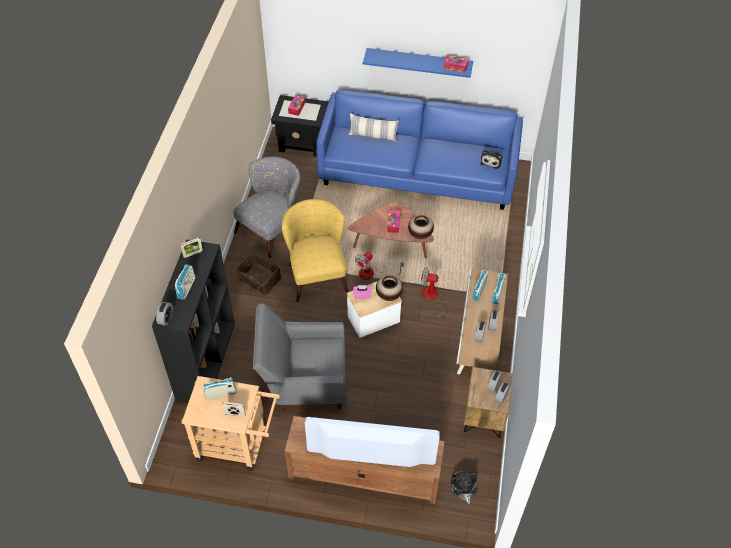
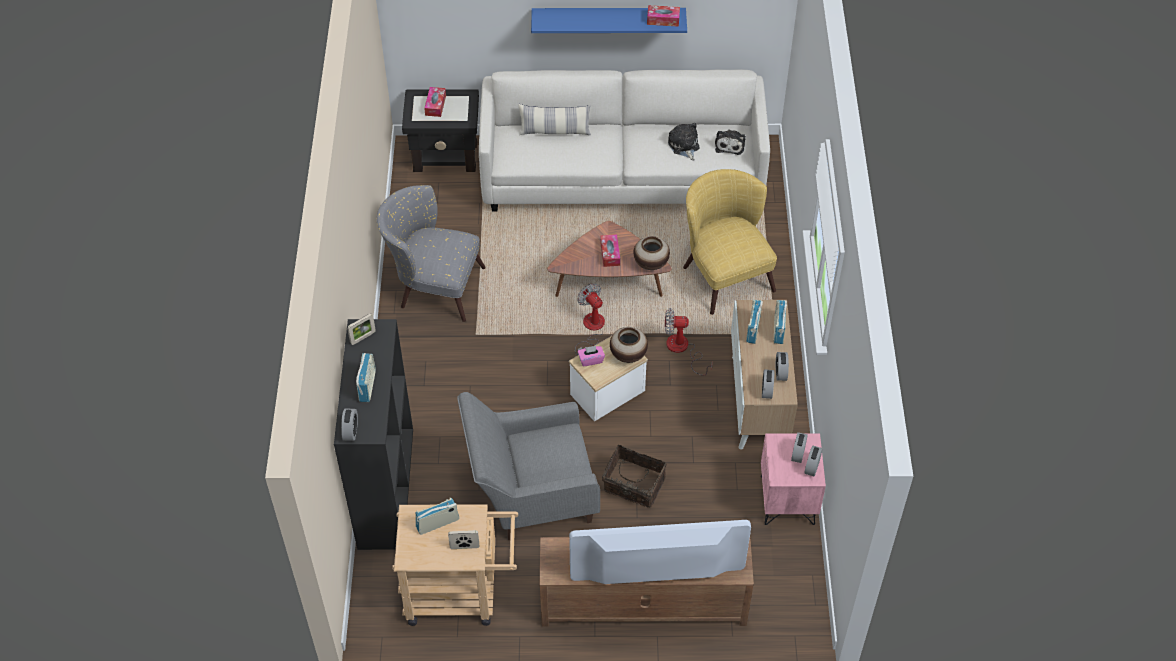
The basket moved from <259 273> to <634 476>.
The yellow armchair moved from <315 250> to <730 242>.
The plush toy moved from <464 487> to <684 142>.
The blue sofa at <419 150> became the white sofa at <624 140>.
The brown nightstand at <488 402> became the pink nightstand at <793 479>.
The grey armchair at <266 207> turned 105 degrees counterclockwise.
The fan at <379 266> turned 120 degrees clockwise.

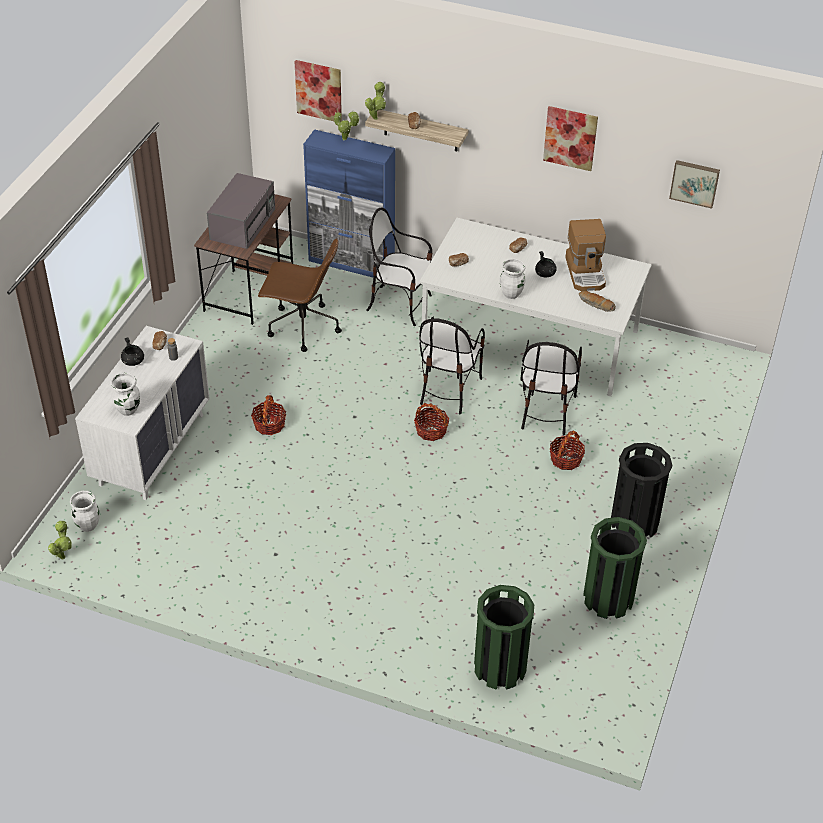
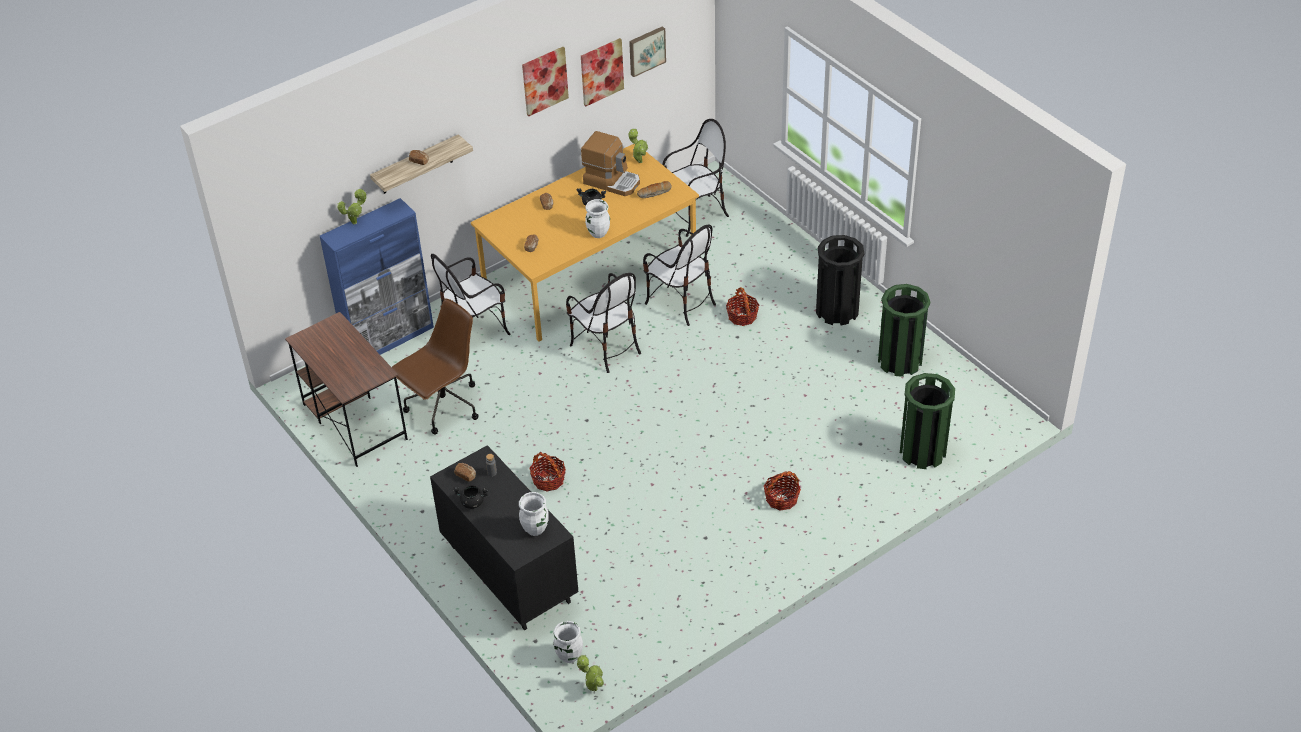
The grey microwave at <241 211> disappeared.
The chair at <695 178> appeared.
The picture moved from <318 91> to <602 72>.
The potted plant moved from <375 101> to <638 146>.
The basket moved from <431 422> to <782 491>.
The white dresser at <142 413> became the black dresser at <504 537>.
The white dining table at <535 307> became the orange dining table at <585 242>.

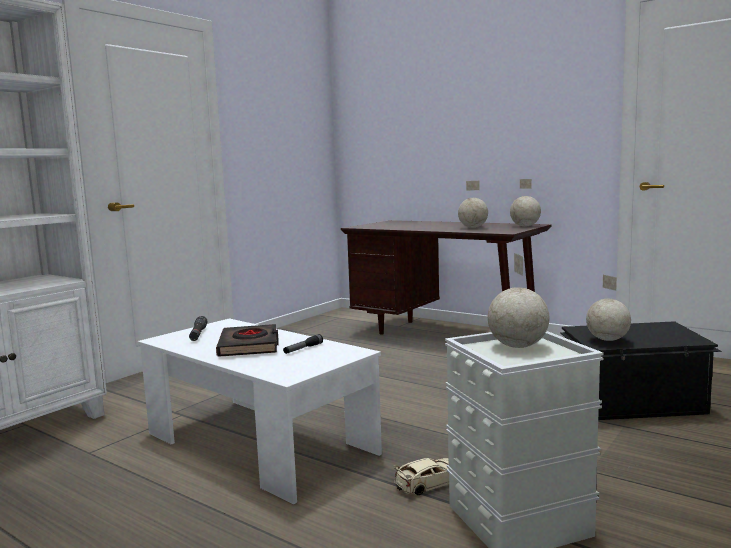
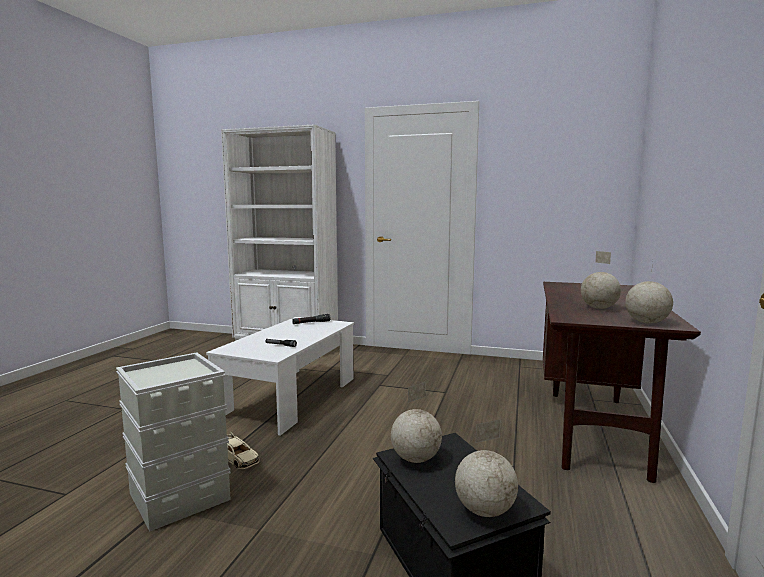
The black book at <247 340> disappeared.
The globe moved from <518 300> to <486 468>.

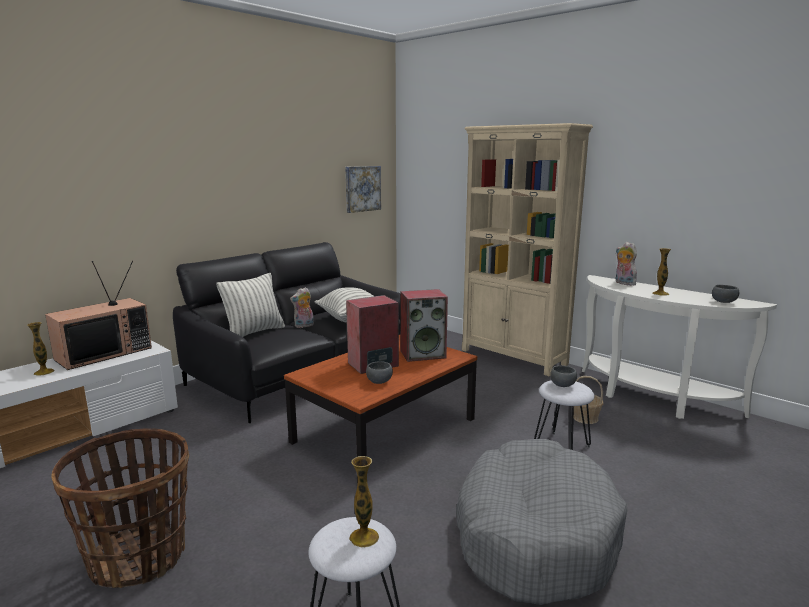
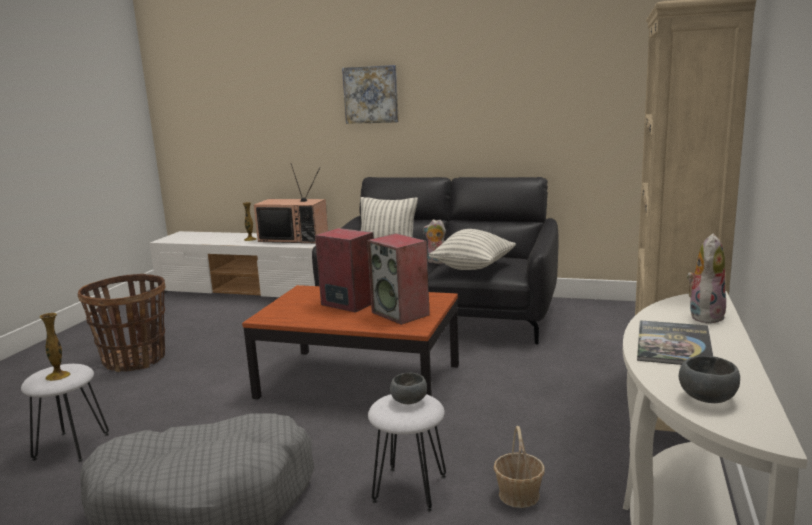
The grey bowl at <379 372> disappeared.
The picture moved from <363 189> to <370 94>.
The vase at <661 272> was replaced by the book at <675 342>.

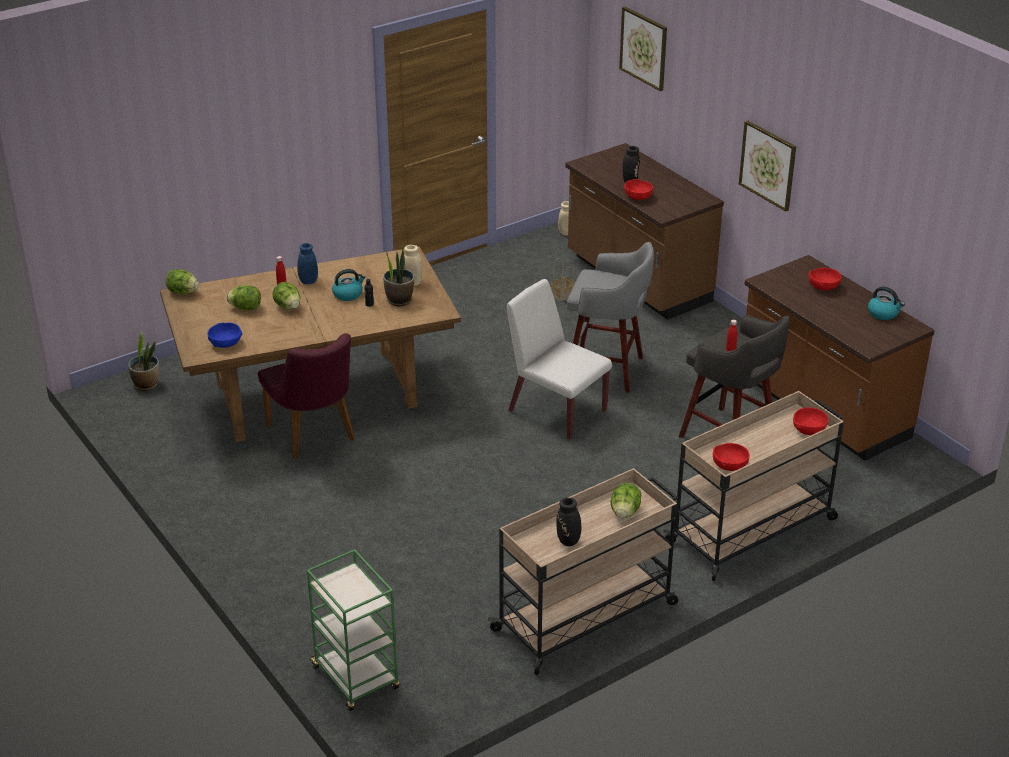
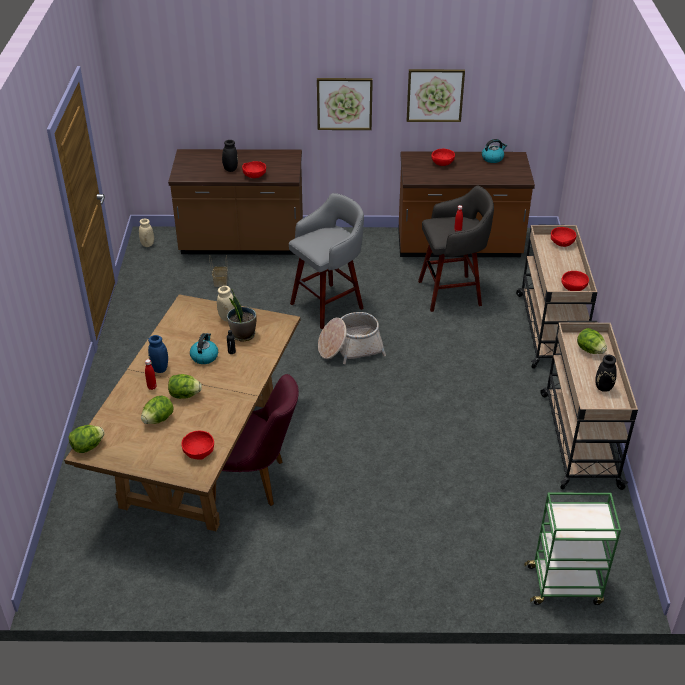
The potted plant at <143 361> disappeared.
The picture moved from <643 49> to <436 95>.
The white chair at <559 359> was replaced by the basket at <352 338>.
The blue bowl at <224 335> became the red bowl at <197 445>.

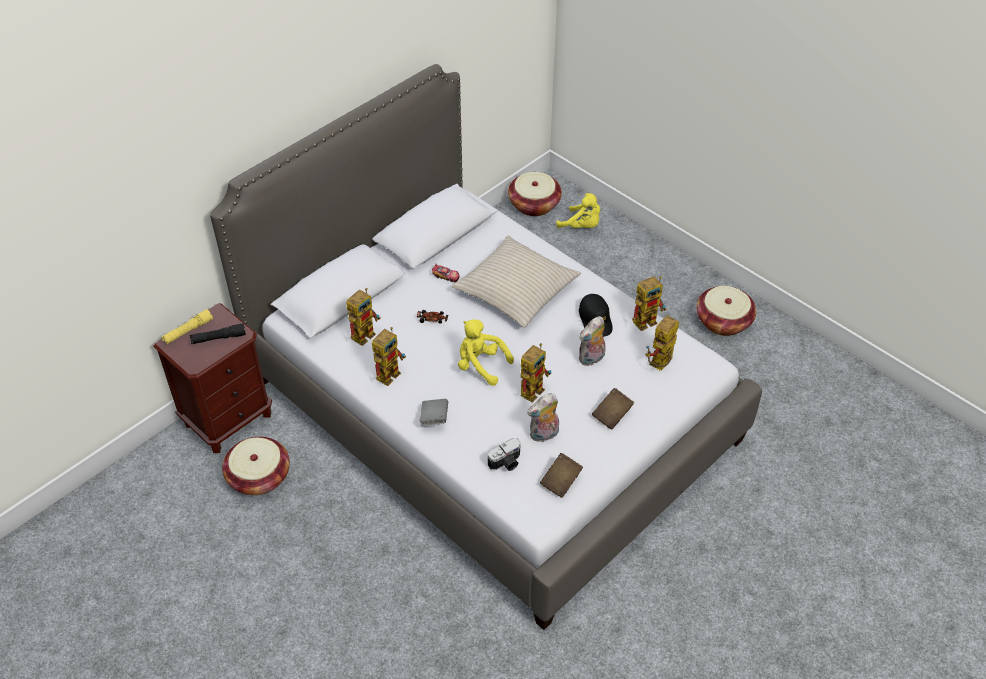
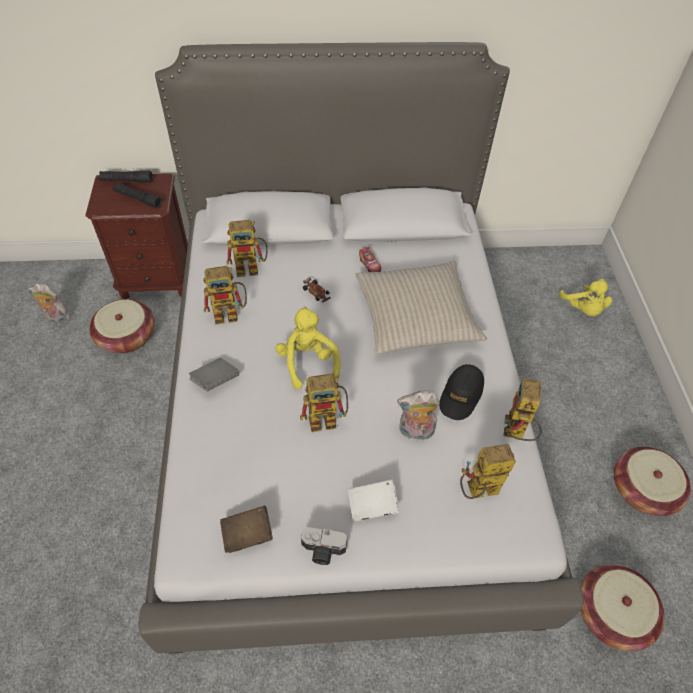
The photo camera moved from <504 454> to <324 546>.
The basket moved from <535 194> to <622 607>.
The plush toy moved from <543 417> to <49 304>.
The yellow flashlight at <187 327> became the black flashlight at <125 176>.
The brown book at <613 409> became the white book at <373 500>.
The toy robot at <649 303> turned 90 degrees clockwise.

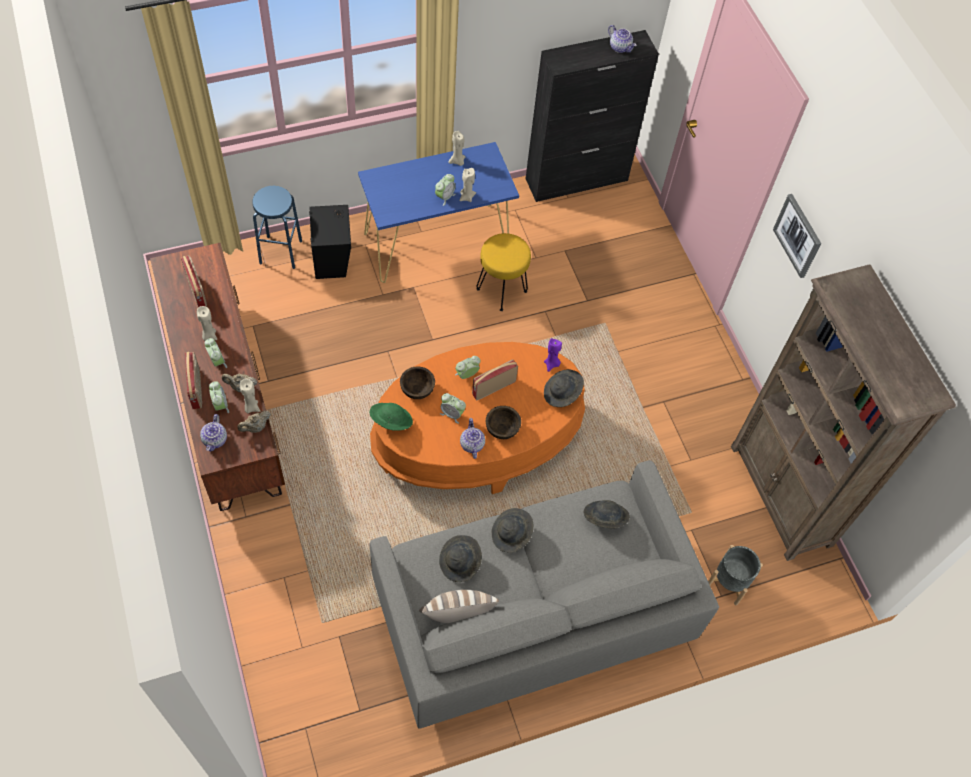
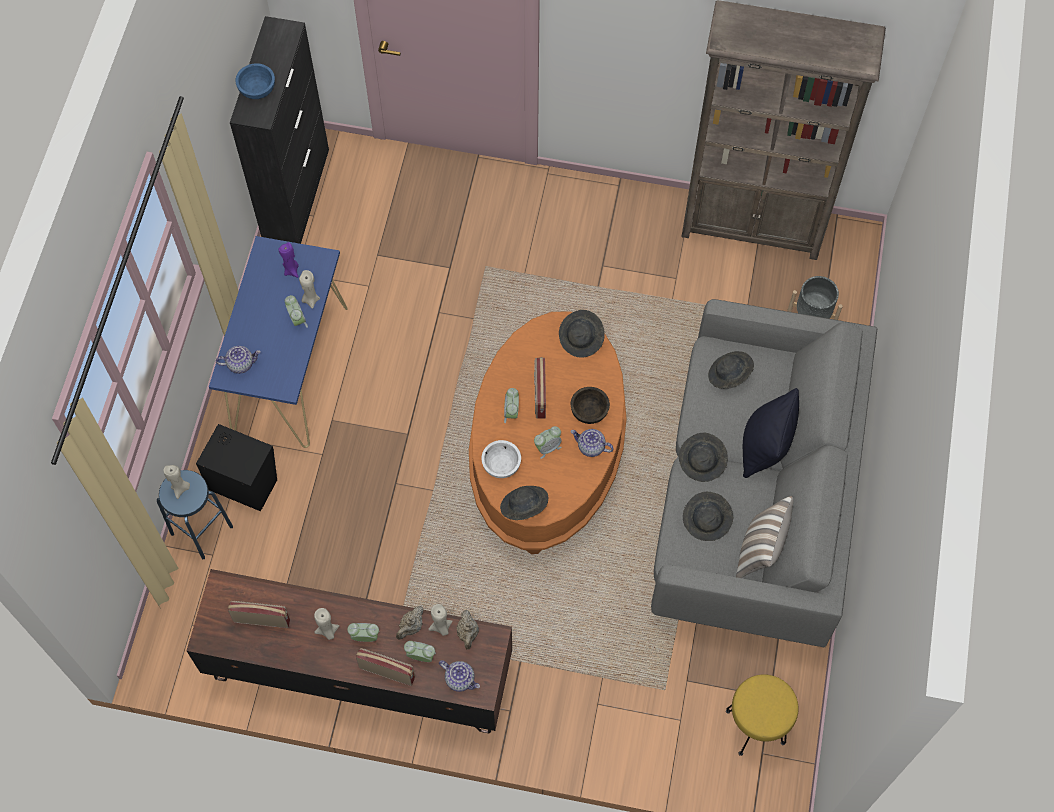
The picture at <797 236> disappeared.
The blue bowl at <255 81> appeared.
The black pillow at <771 433> appeared.
The beige candle moved from <457 148> to <176 482>.
The yellow stool moved from <503 272> to <762 715>.
The purple candle moved from <553 355> to <288 260>.
The teapot moved from <622 39> to <238 360>.
The green hat at <391 417> became the grey hat at <524 503>.
The brown bowl at <417 382> became the white bowl at <501 459>.

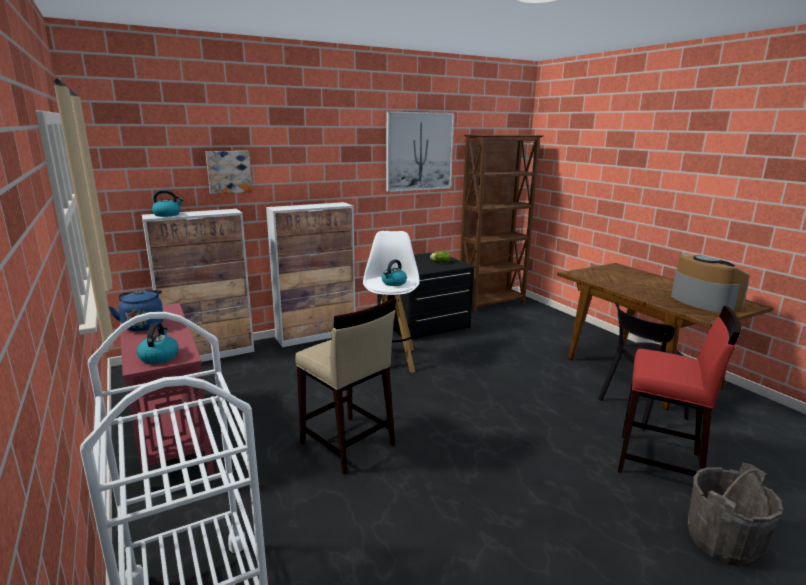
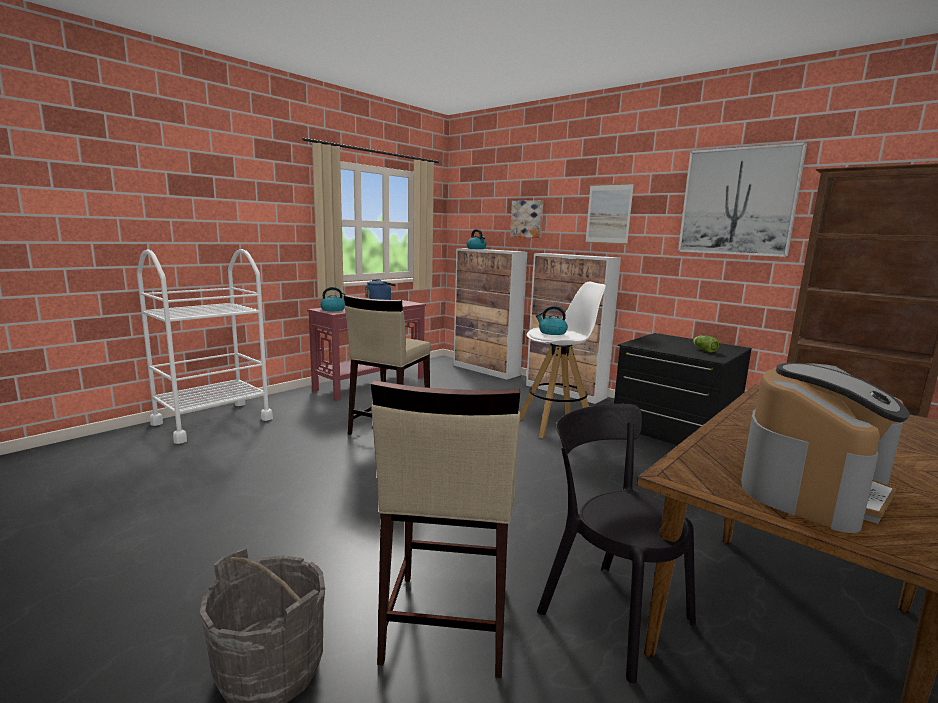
The picture at <609 214> appeared.
The red stool at <679 391> became the beige stool at <445 529>.

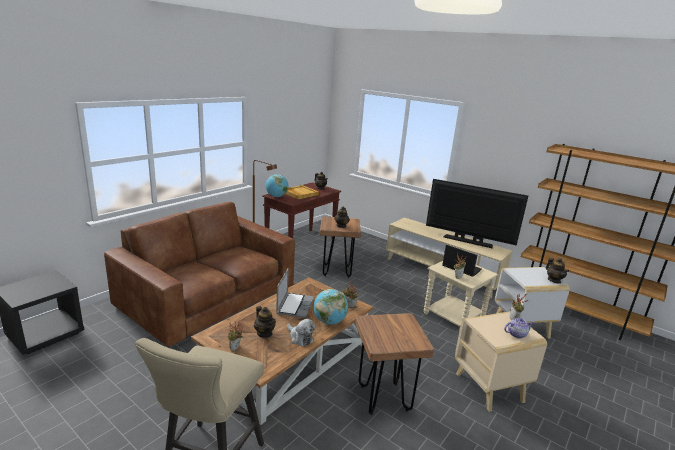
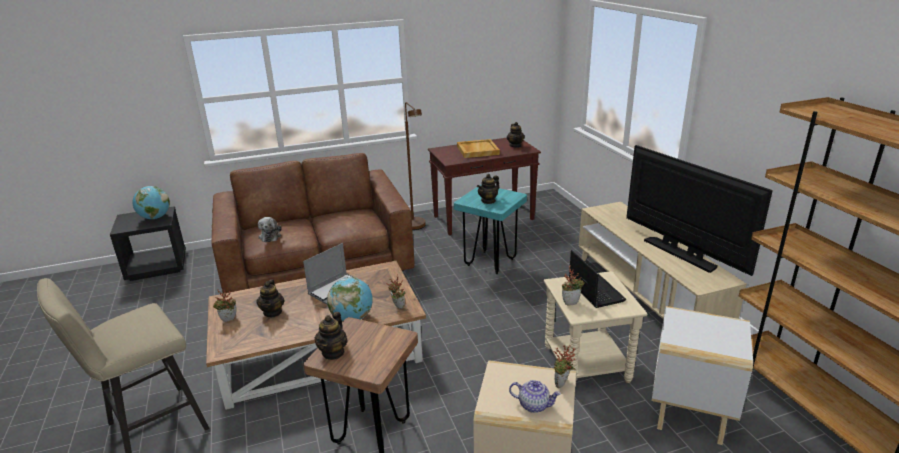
The globe moved from <277 185> to <151 202>.
The plush toy moved from <301 332> to <269 229>.
The teapot moved from <557 270> to <331 336>.
The brown stool at <340 247> became the turquoise stool at <490 229>.

